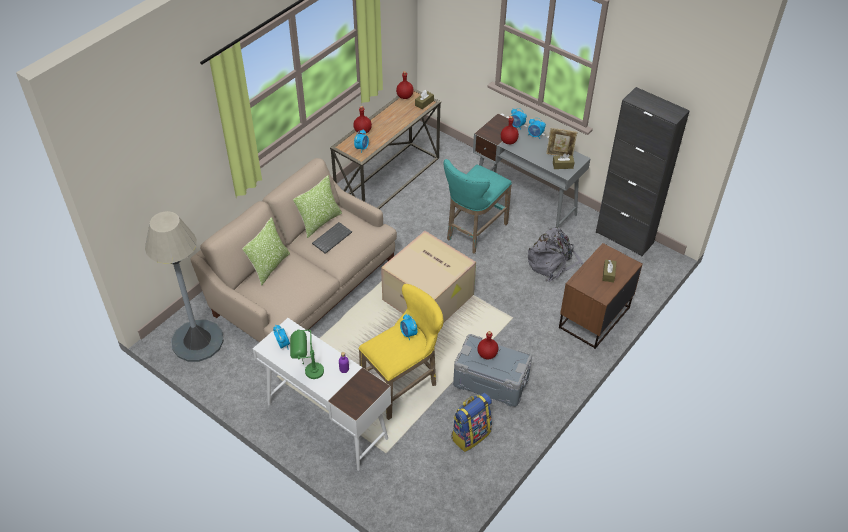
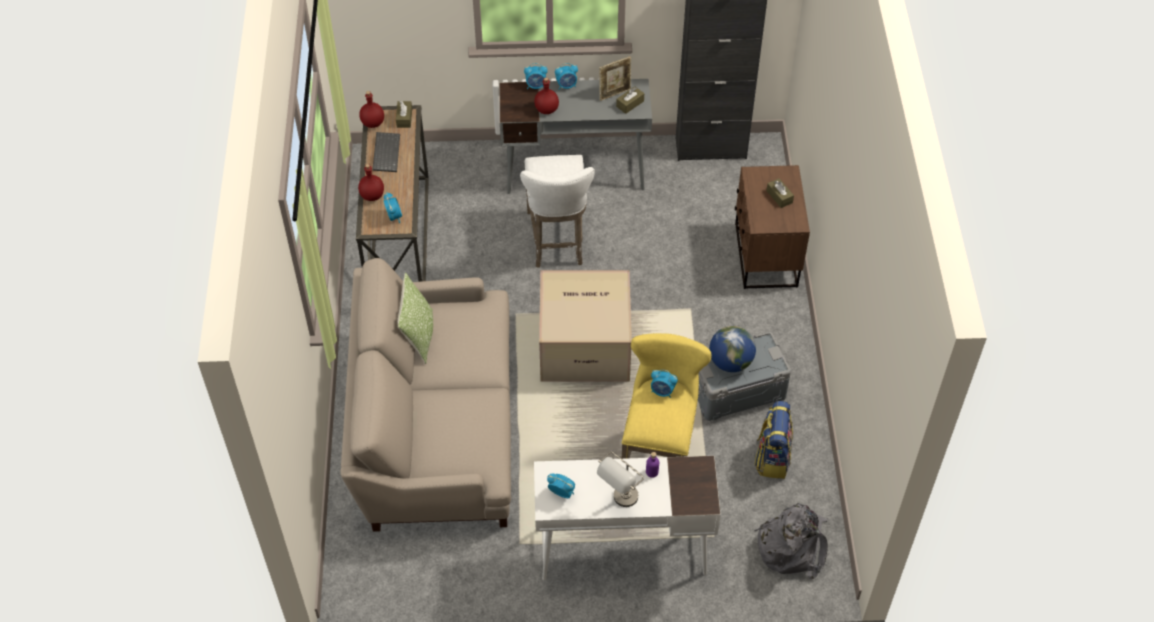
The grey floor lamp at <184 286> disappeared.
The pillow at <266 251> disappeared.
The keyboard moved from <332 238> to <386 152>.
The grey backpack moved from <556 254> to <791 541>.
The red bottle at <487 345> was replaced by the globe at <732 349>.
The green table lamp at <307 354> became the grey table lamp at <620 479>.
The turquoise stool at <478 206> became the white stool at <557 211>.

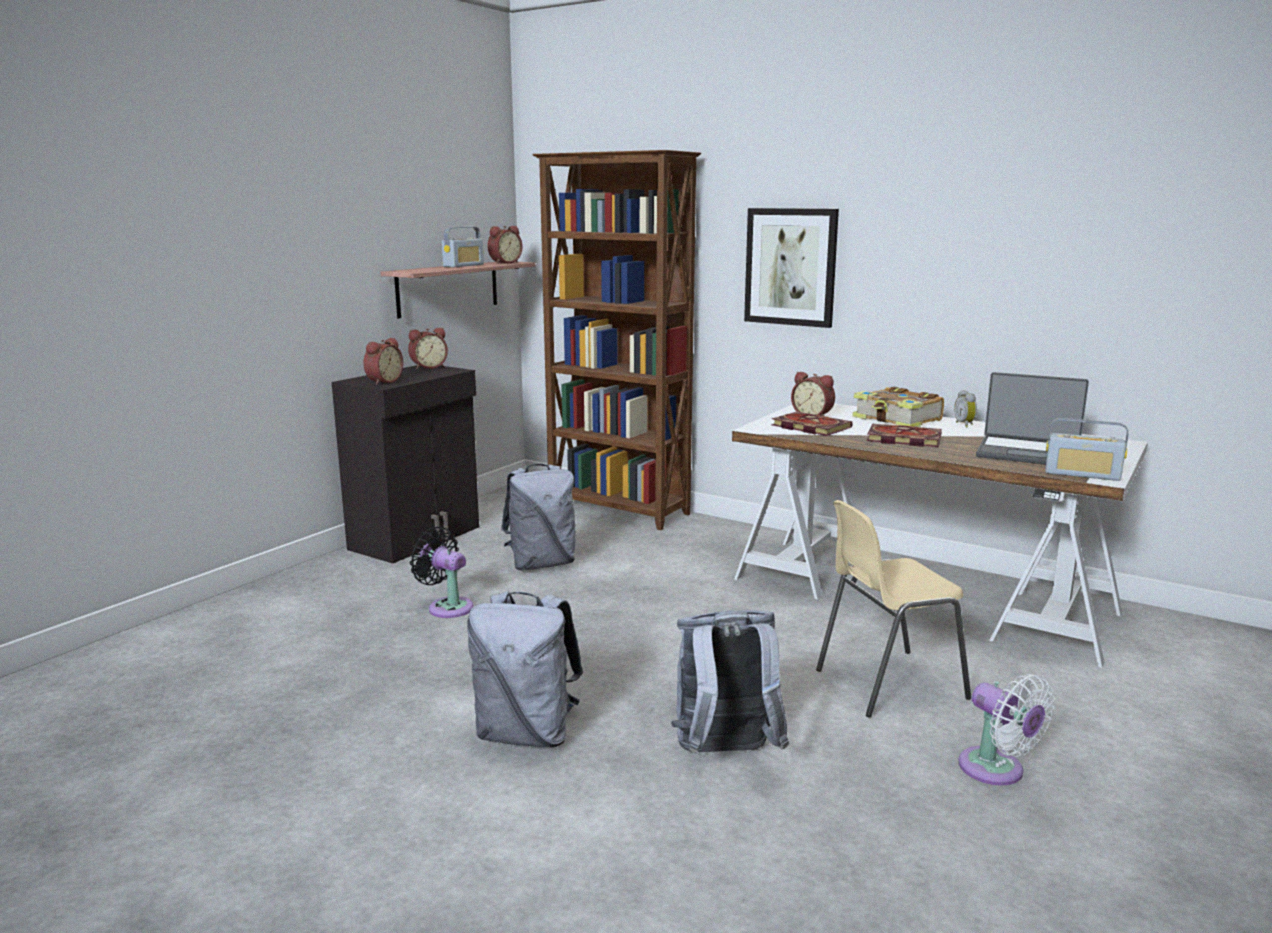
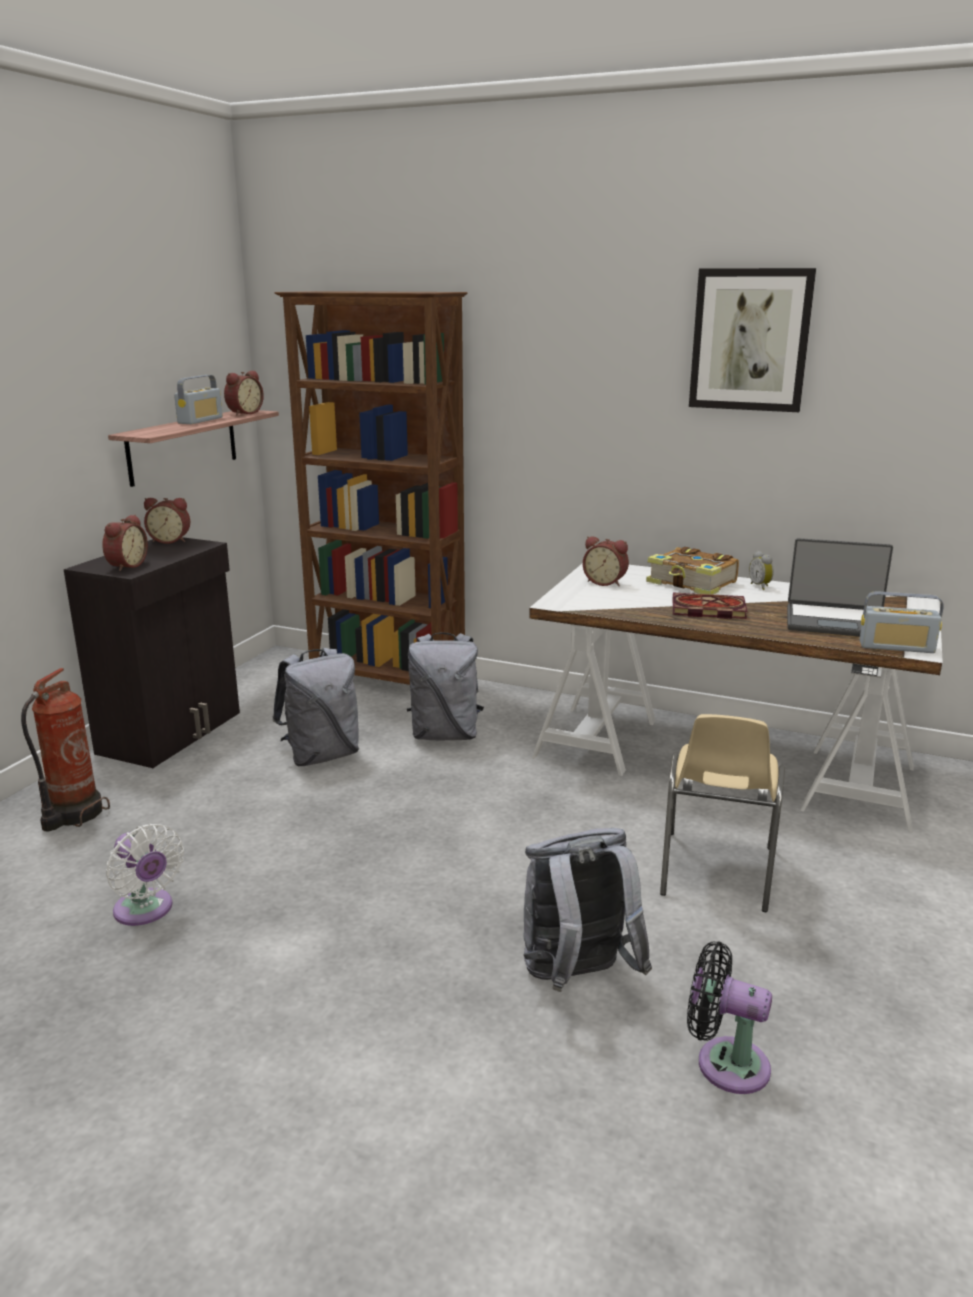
The book at <812 424> disappeared.
The fire extinguisher at <65 750> appeared.
The black fan moved from <442 572> to <729 1017>.
The grey backpack moved from <525 669> to <445 687>.
The picture moved from <791 268> to <752 340>.
The white fan moved from <1006 730> to <145 875>.
The alarm clock at <428 348> turned 45 degrees clockwise.
The beige chair at <893 609> turned 45 degrees counterclockwise.

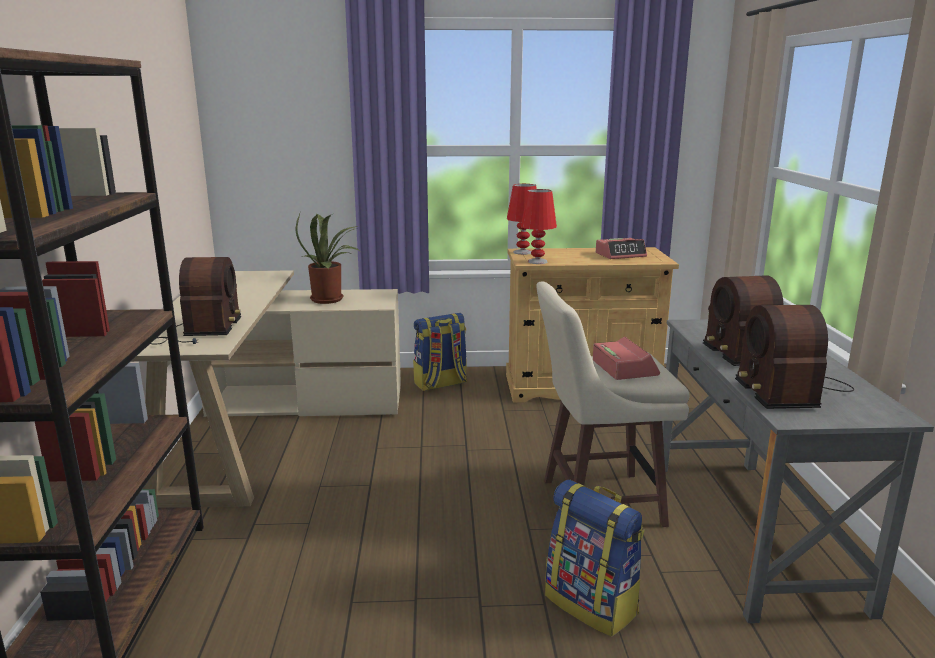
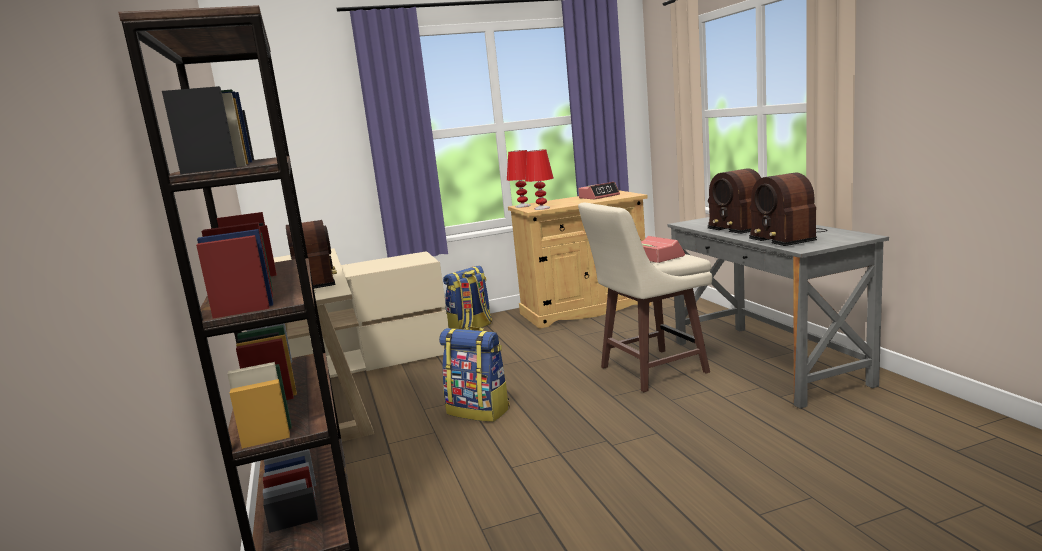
The potted plant at <328 259> disappeared.
The backpack moved from <595 558> to <474 374>.

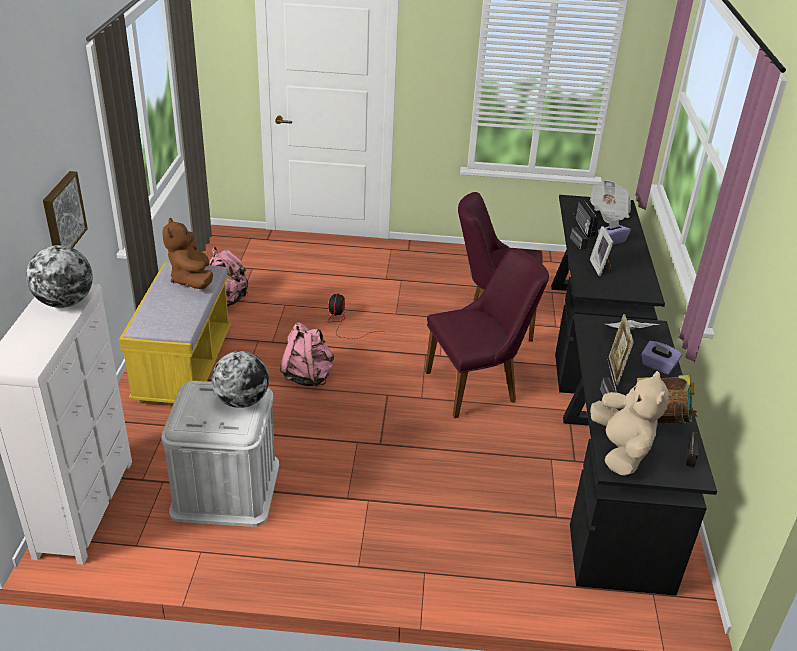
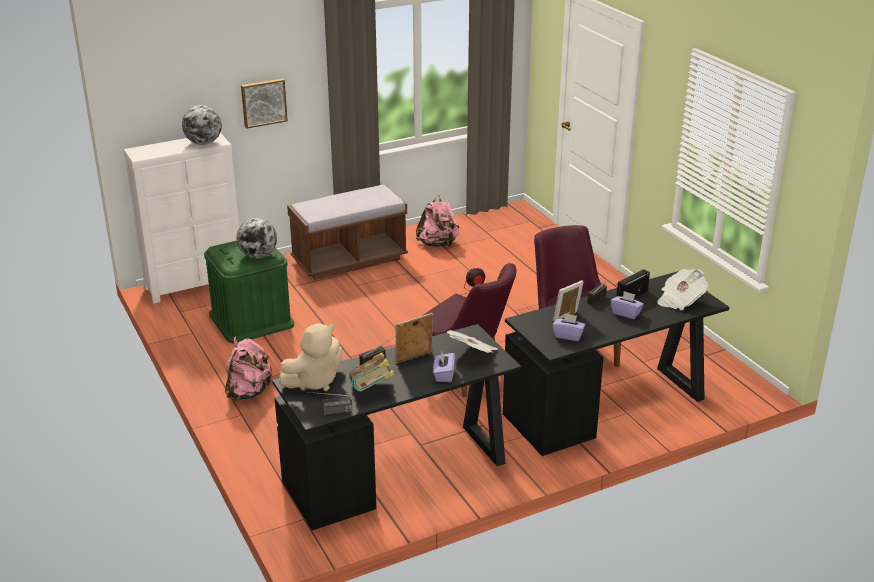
The brown plush toy at <188 253> disappeared.
The purple tissue box at <569 327> appeared.
The pink backpack moved from <307 355> to <248 368>.
The yellow bench at <175 333> became the brown bench at <347 232>.
The white storage box at <220 454> became the green storage box at <249 292>.

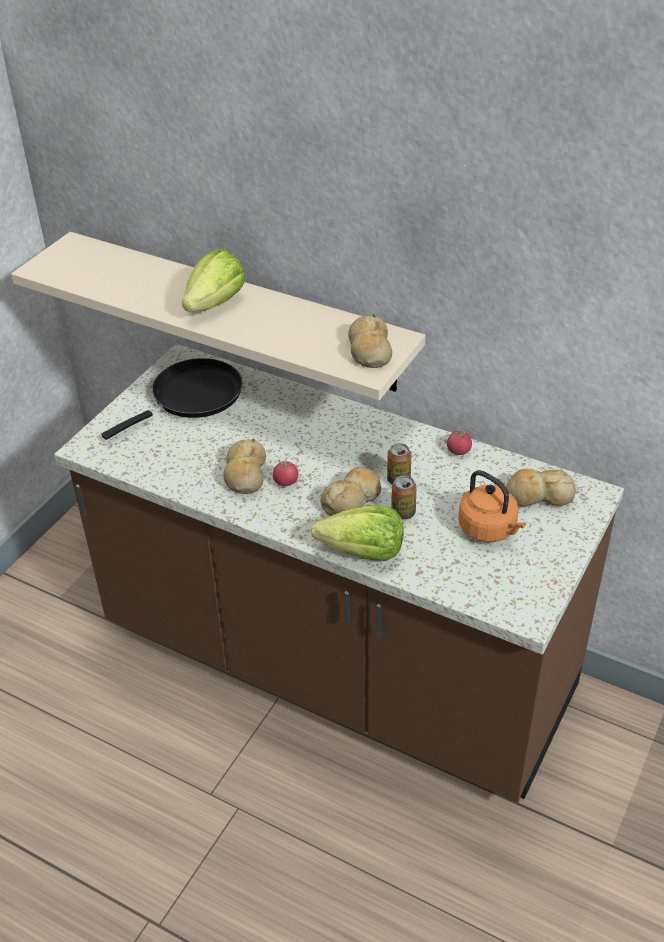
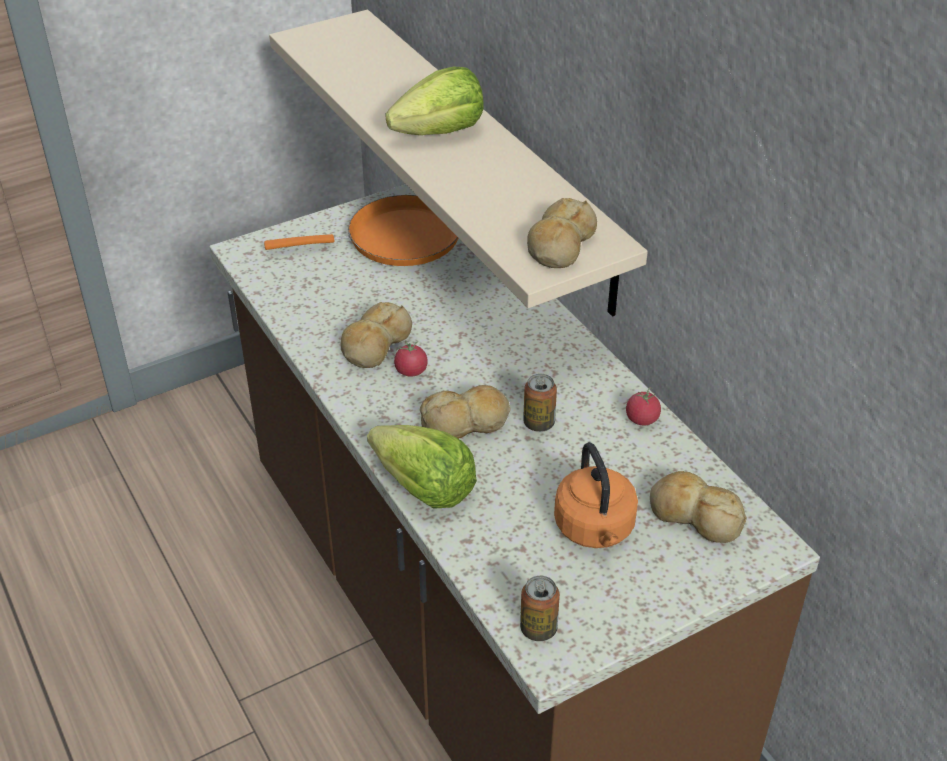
The can moved from <404 497> to <540 608>.
The black frying pan at <171 399> became the orange frying pan at <361 230>.

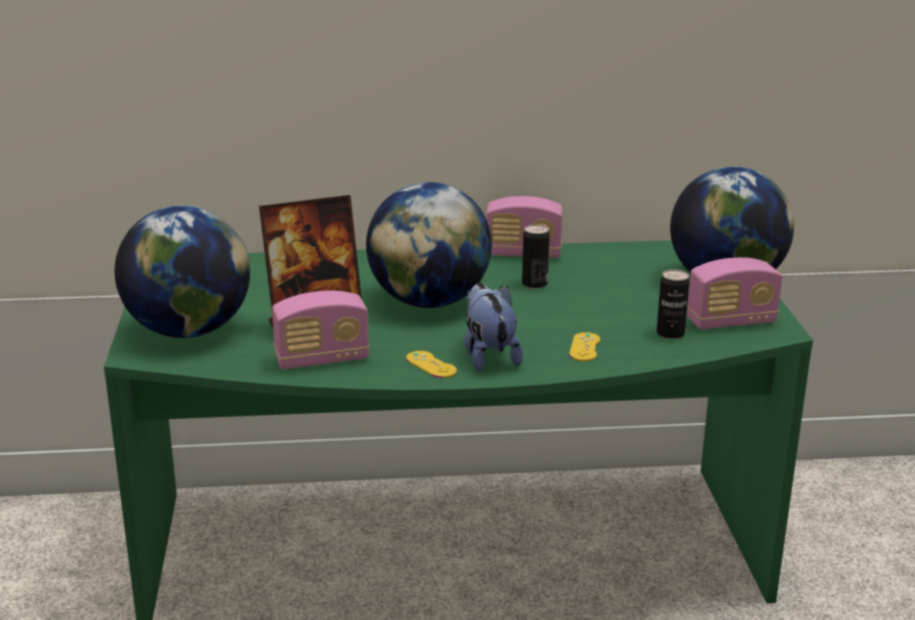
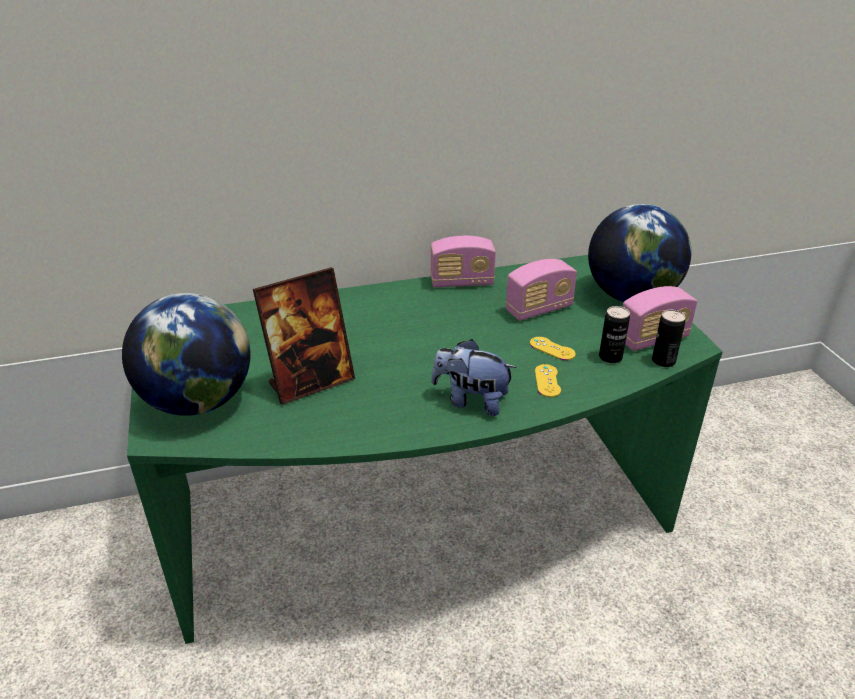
The globe at <429 245> disappeared.
The radio moved from <320 330> to <541 290>.
The yellow game controller moved from <431 364> to <553 348>.
The can moved from <536 256> to <668 338>.
The plush toy at <493 327> turned 45 degrees counterclockwise.

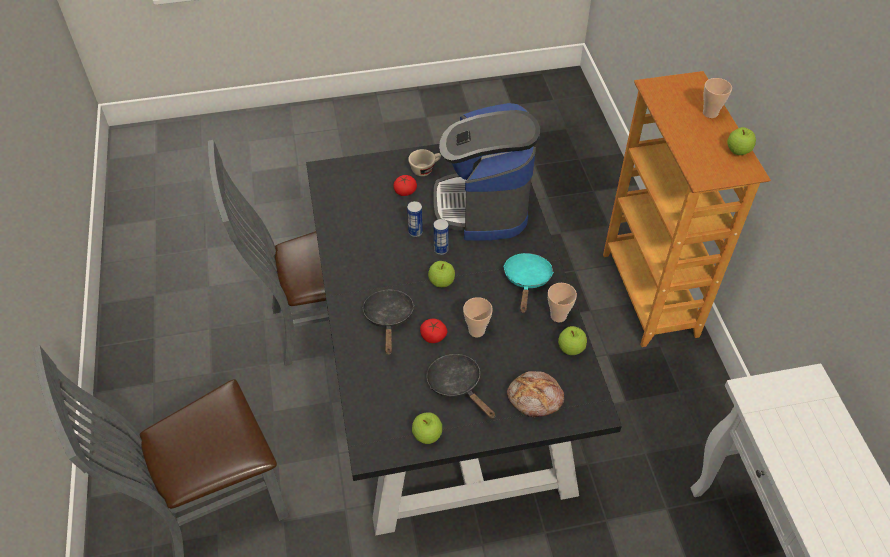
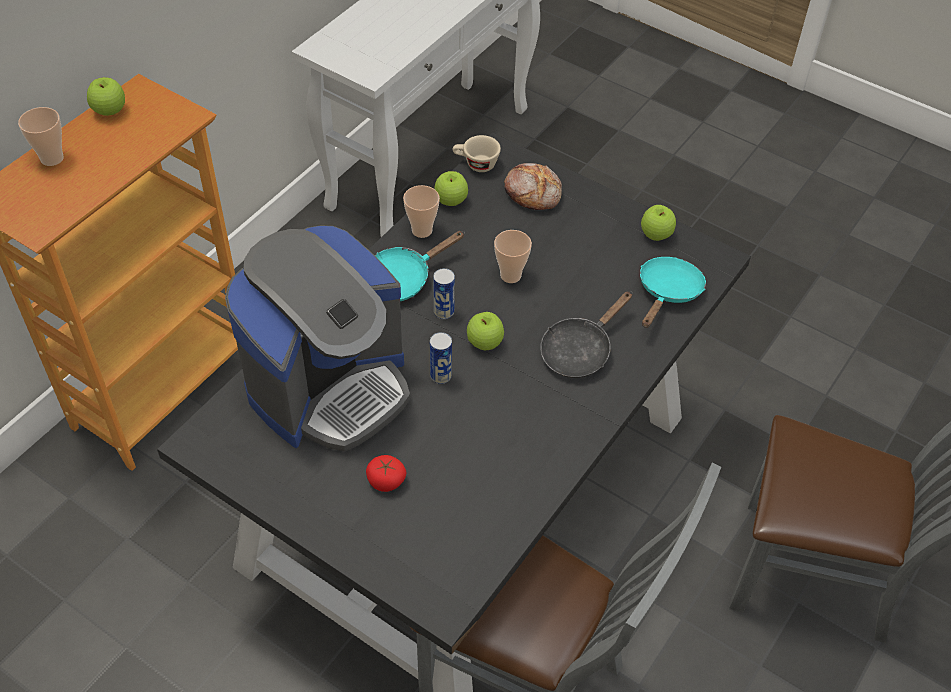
The tomato at <433 331> disappeared.
The black frying pan at <460 386> disappeared.
The turquoise frying pan at <673 292> appeared.
The can moved from <415 219> to <444 293>.
The beige cup moved from <424 162> to <476 153>.

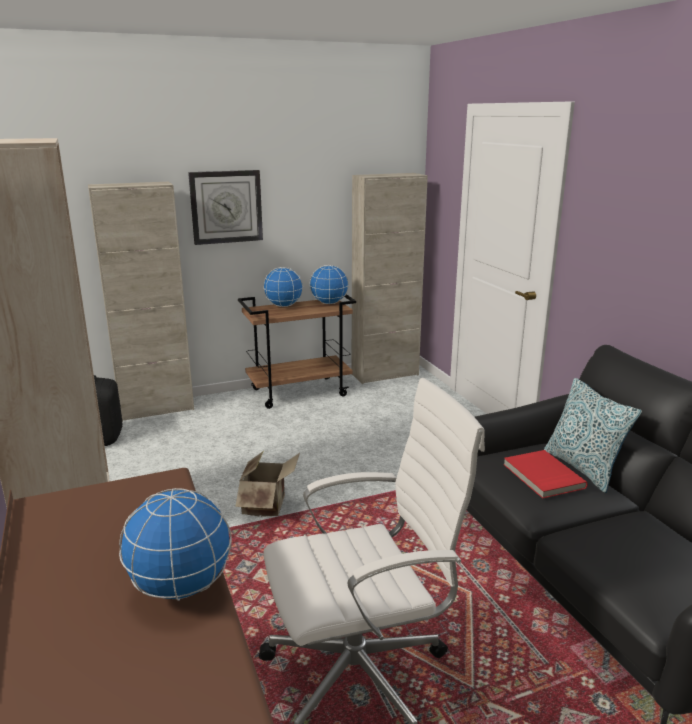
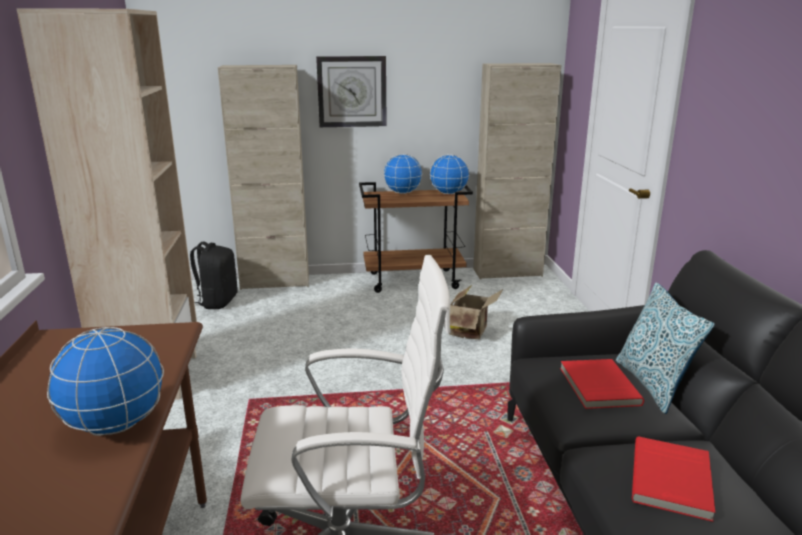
The red book at <673 479> appeared.
The cardboard box moved from <267 484> to <476 312>.

